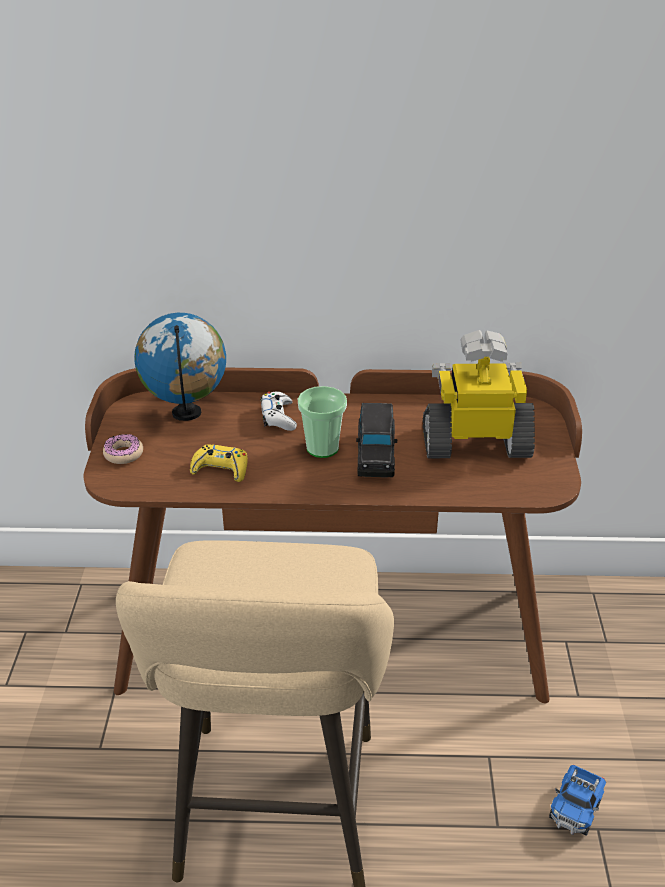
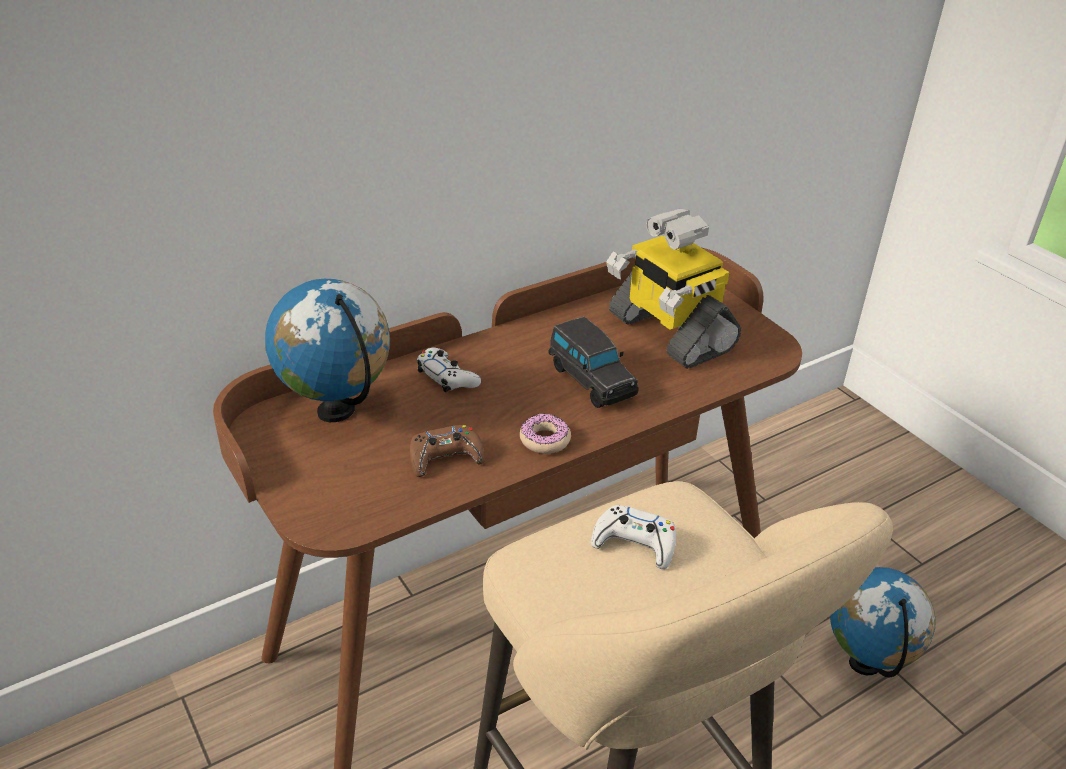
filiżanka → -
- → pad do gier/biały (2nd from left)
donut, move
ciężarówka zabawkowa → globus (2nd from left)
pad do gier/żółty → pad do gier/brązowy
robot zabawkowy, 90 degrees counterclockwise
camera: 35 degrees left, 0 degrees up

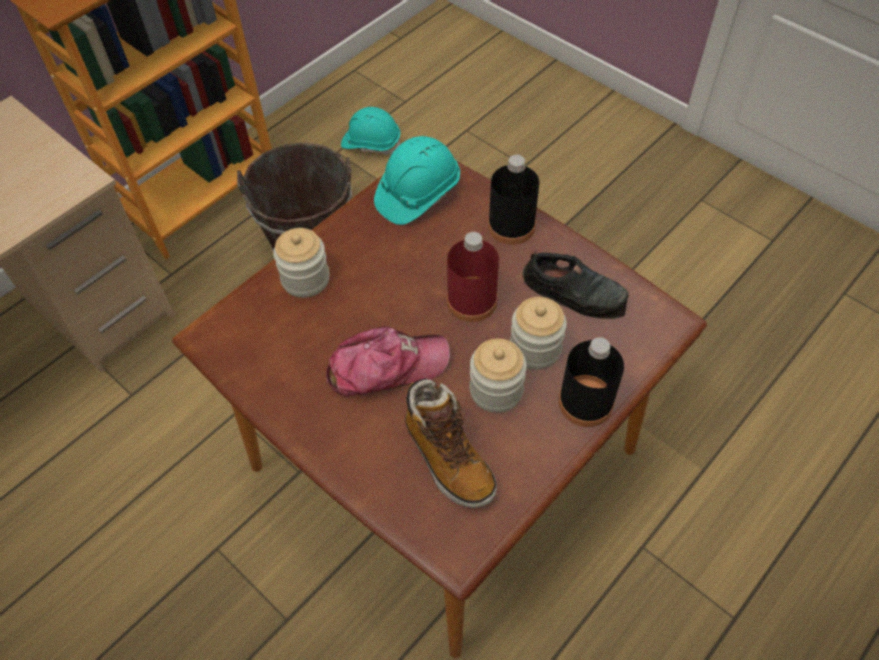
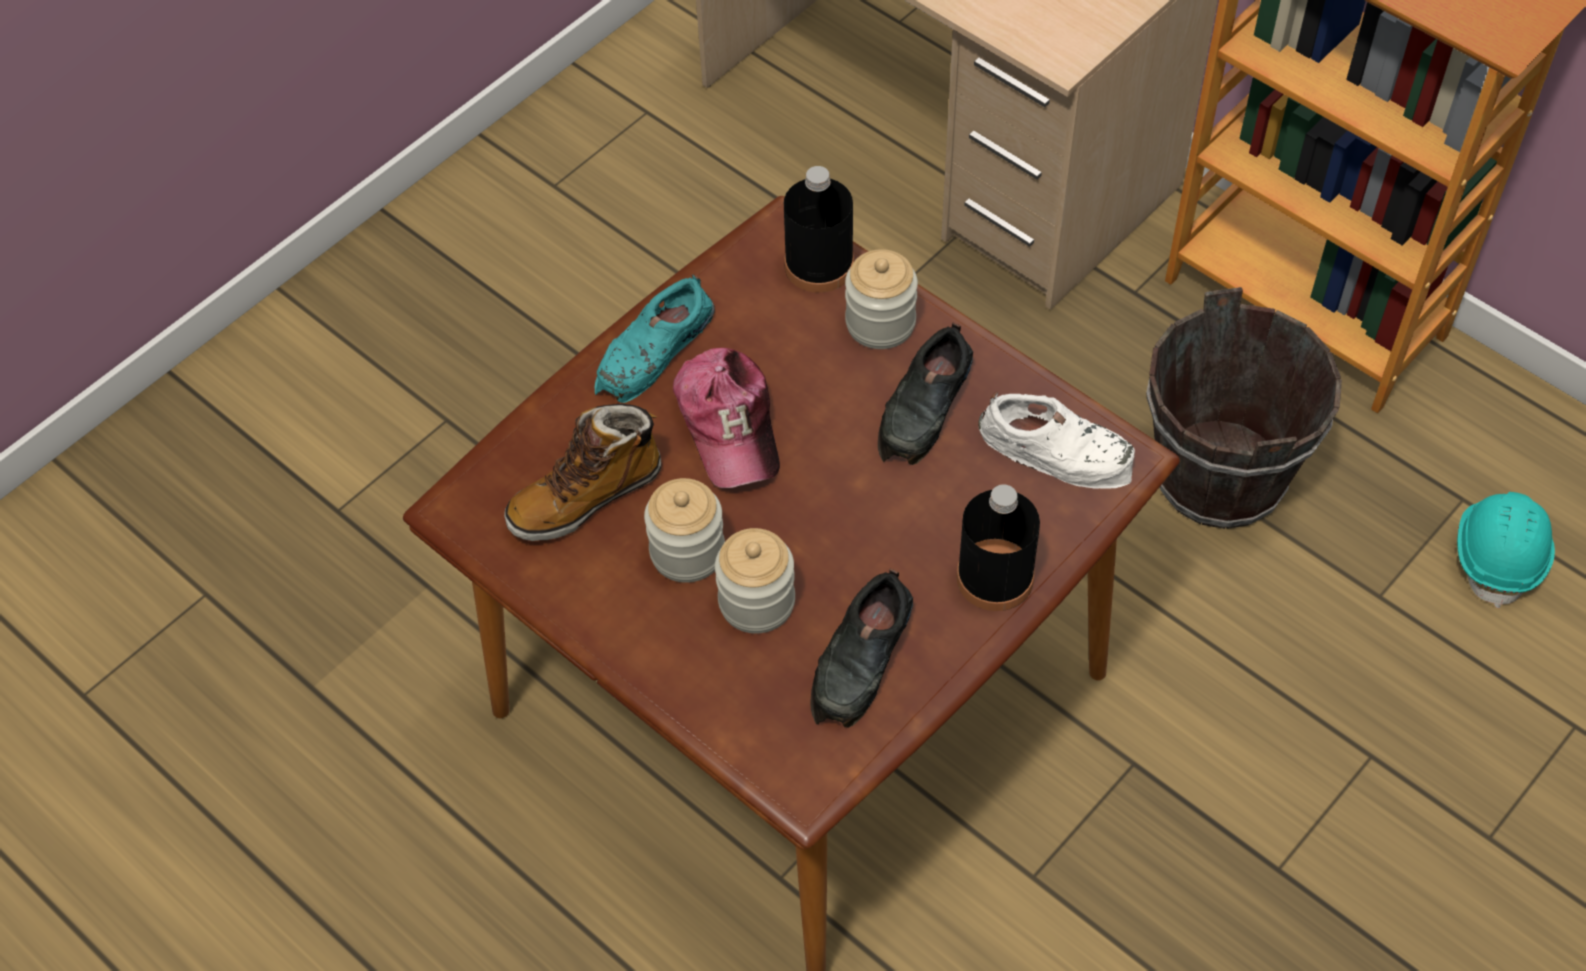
butelka/czerwony → -
- → but/turkusowy
- → but/czarny (2nd from left)
butelka/czarny (2nd from left in the first image) → butelka/czarny (1st from left), move
kask/turkusowy (2nd from left) → but/biały
camera: 90 degrees right, 0 degrees up

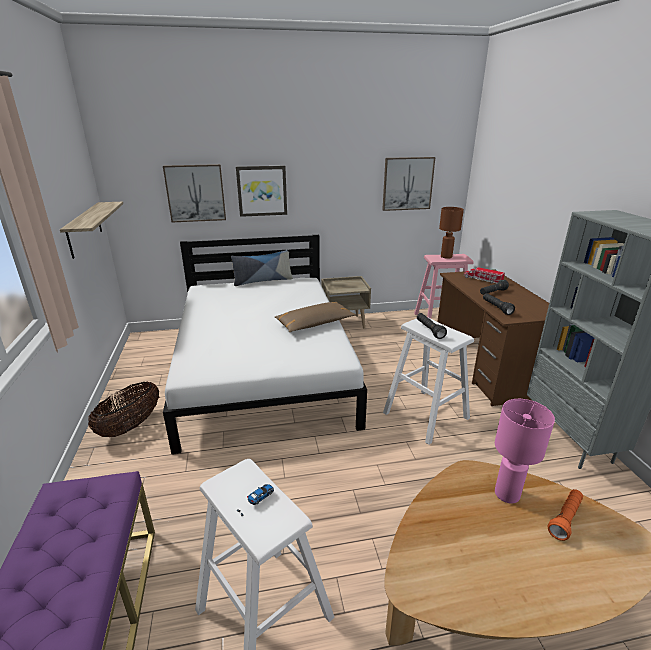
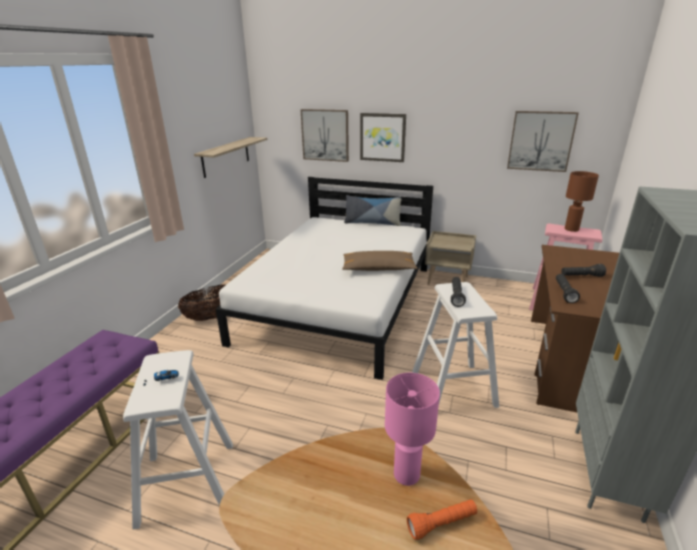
ciężarówka zabawkowa → -
camera: 30 degrees right, 0 degrees up

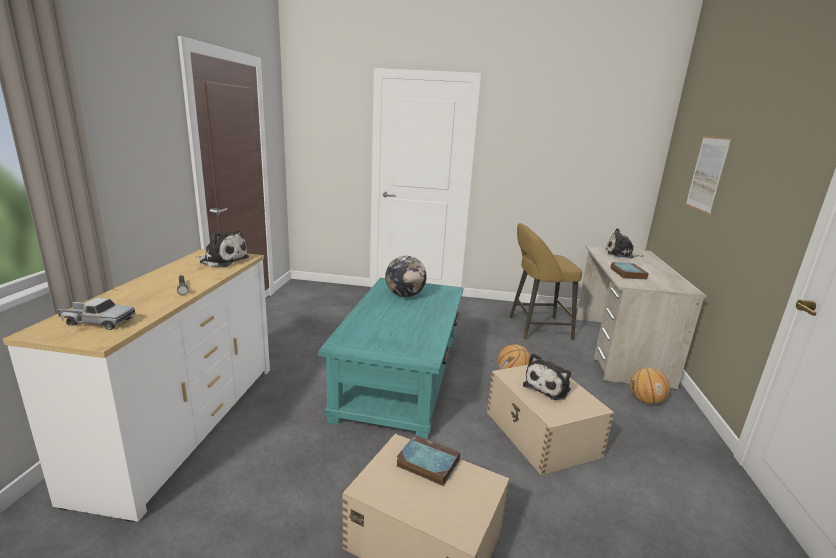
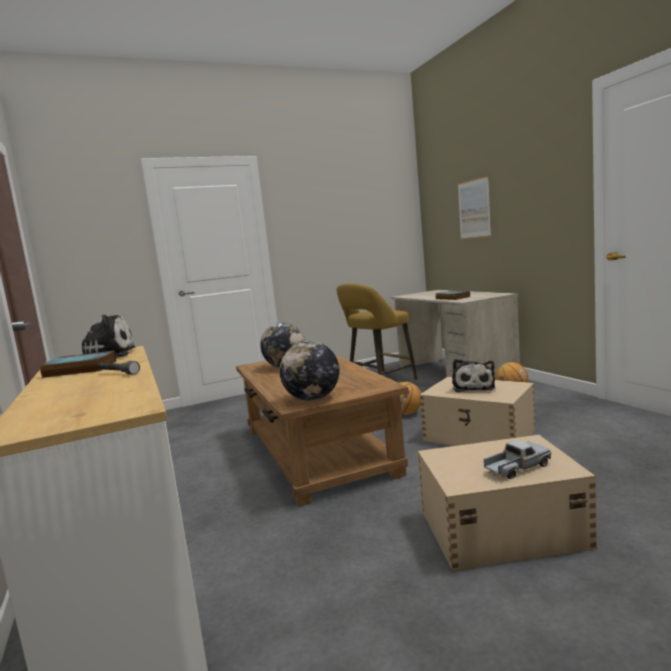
pluszak (3rd from left) → -
- → globus (2nd from left)
ciężarówka zabawkowa, move
książka (1st from left), move
ława/turkusowy → ława/brązowy
camera: 30 degrees left, 10 degrees down

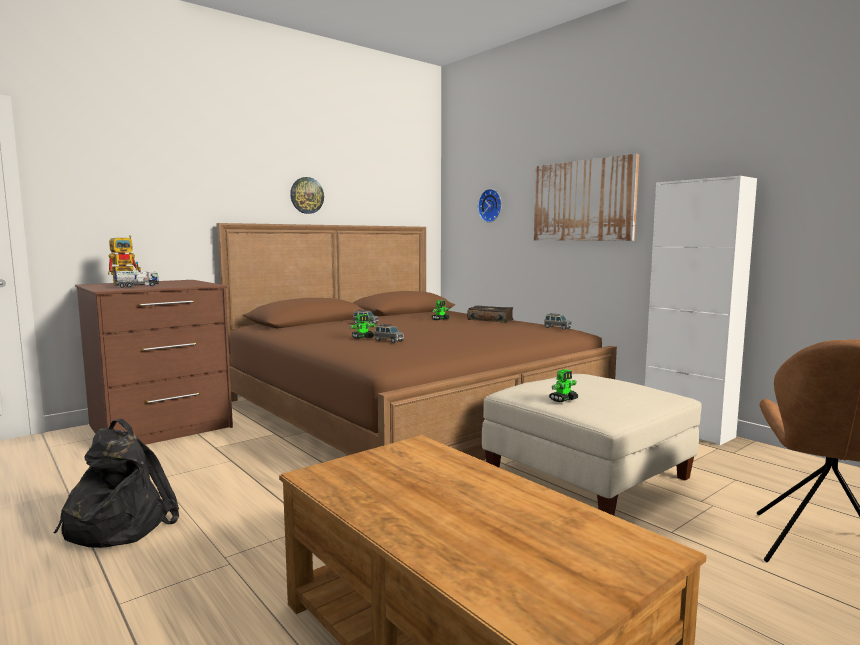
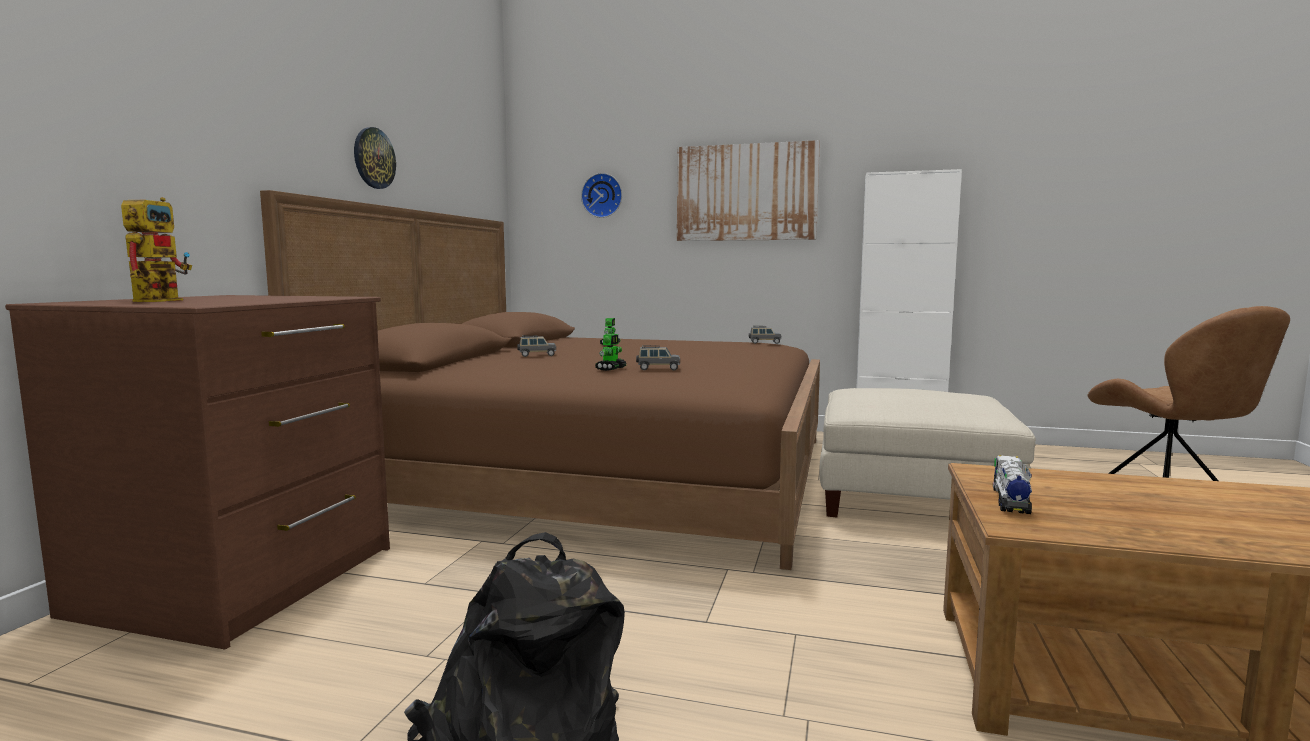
książka → -
robot zabawkowy (4th from left) → -
ciężarówka zabawkowa, move
camera: 35 degrees left, 0 degrees up

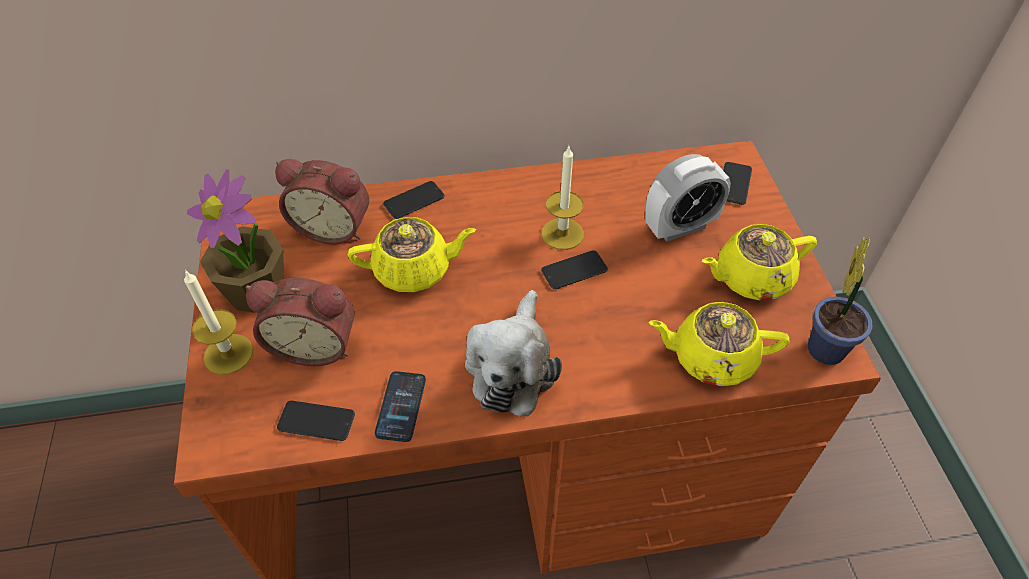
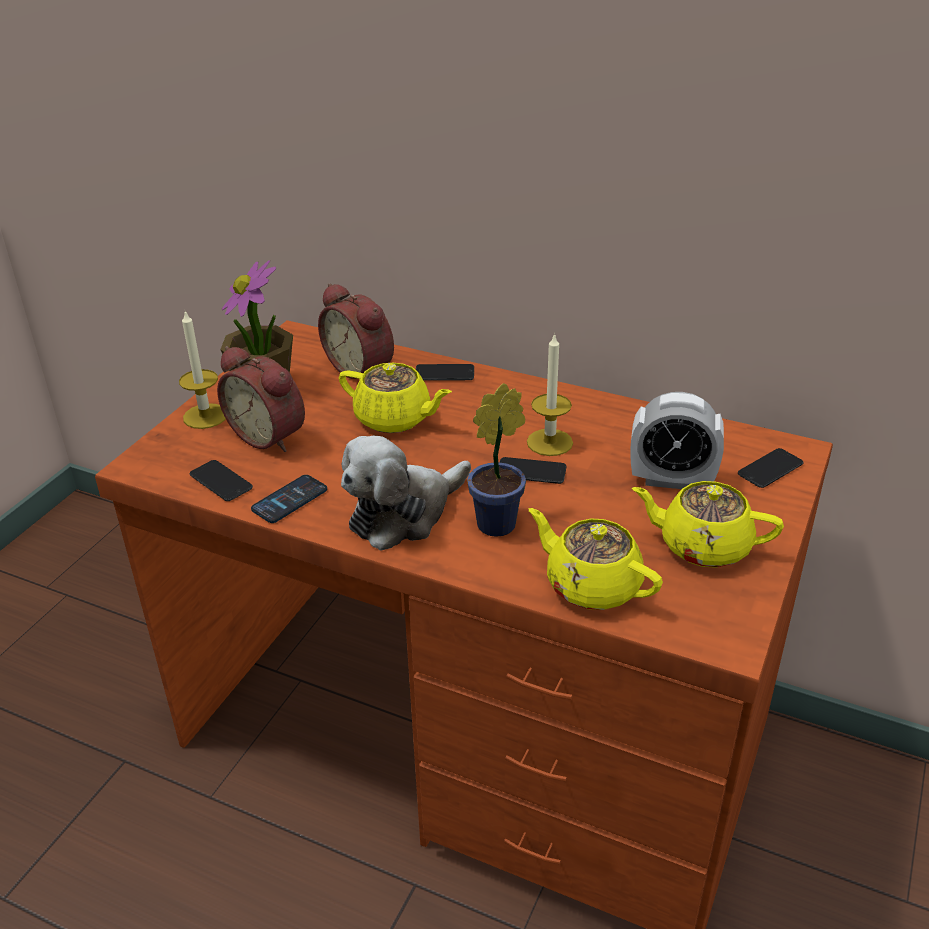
roślina doniczkowa (2nd from left), move
camera: 35 degrees right, 15 degrees down

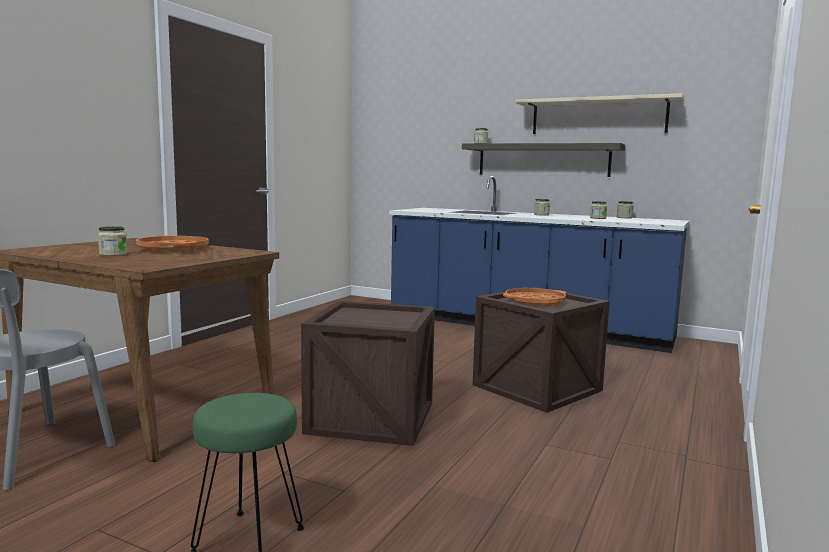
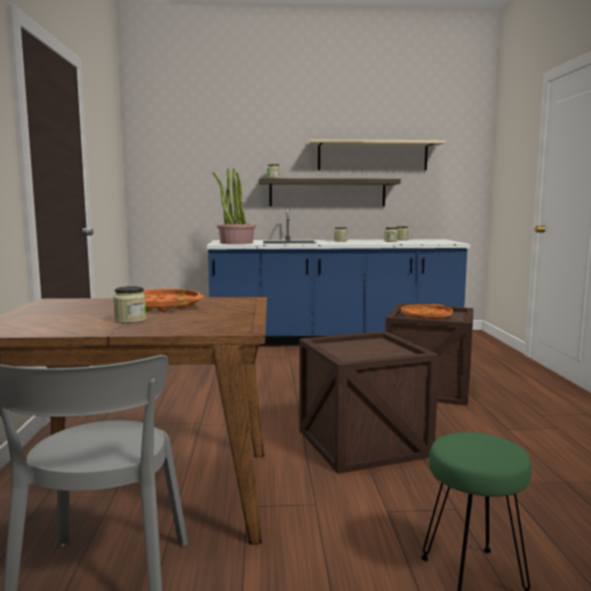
- → roślina doniczkowa
camera: 30 degrees left, 0 degrees up

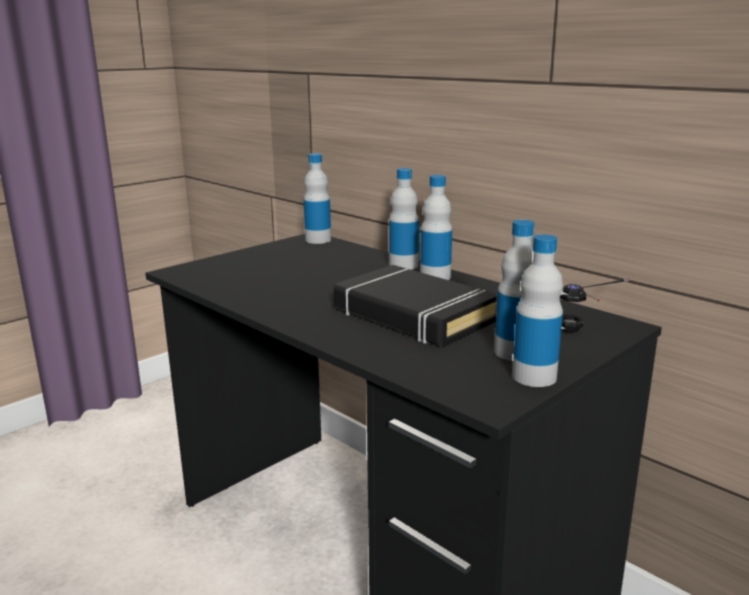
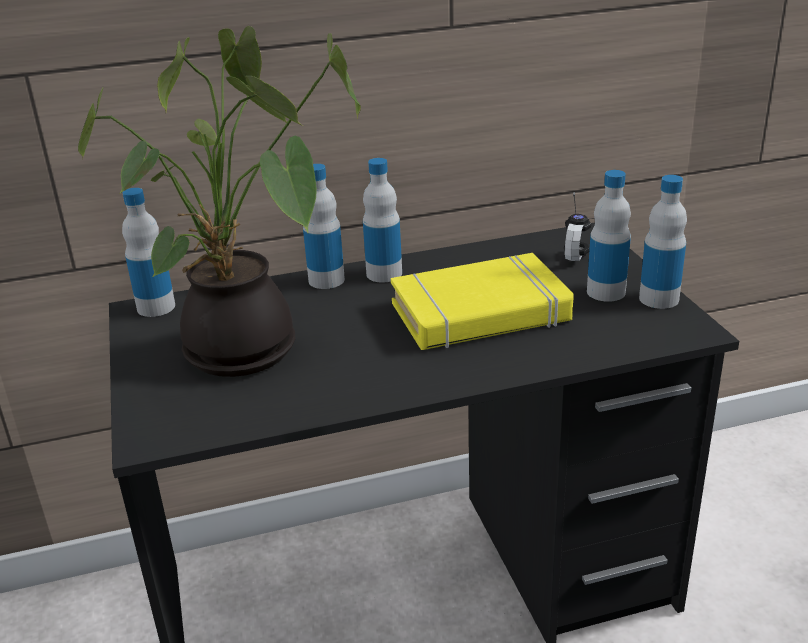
- → roślina doniczkowa
książka/czarny → książka/żółty
camera: 60 degrees left, 10 degrees up

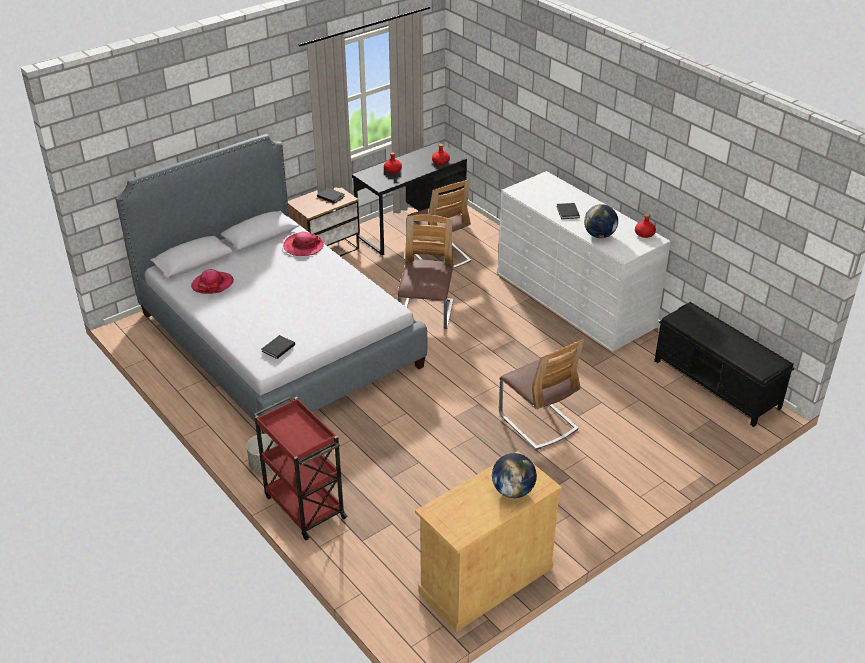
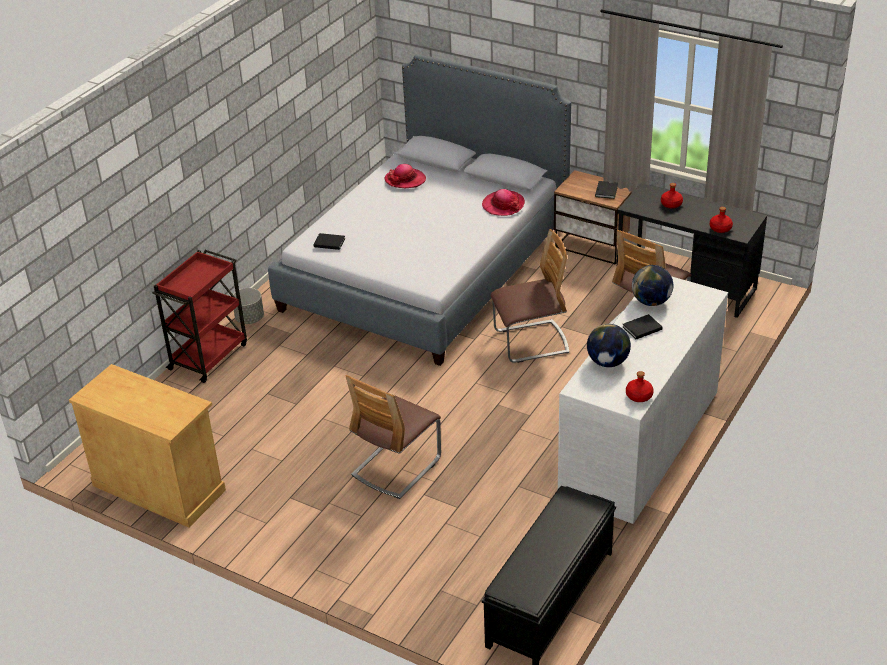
globus (1st from left in the first image) → globus (2nd from left), move
camera: 70 degrees right, 0 degrees up

